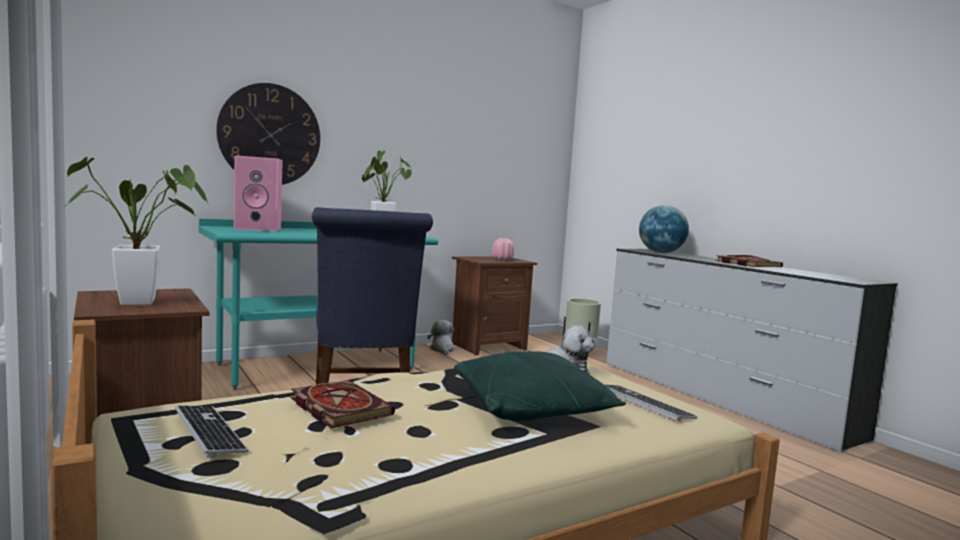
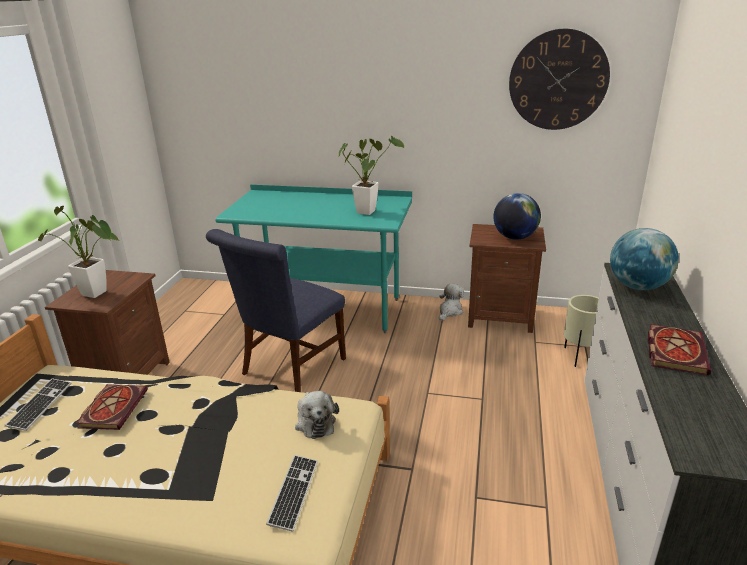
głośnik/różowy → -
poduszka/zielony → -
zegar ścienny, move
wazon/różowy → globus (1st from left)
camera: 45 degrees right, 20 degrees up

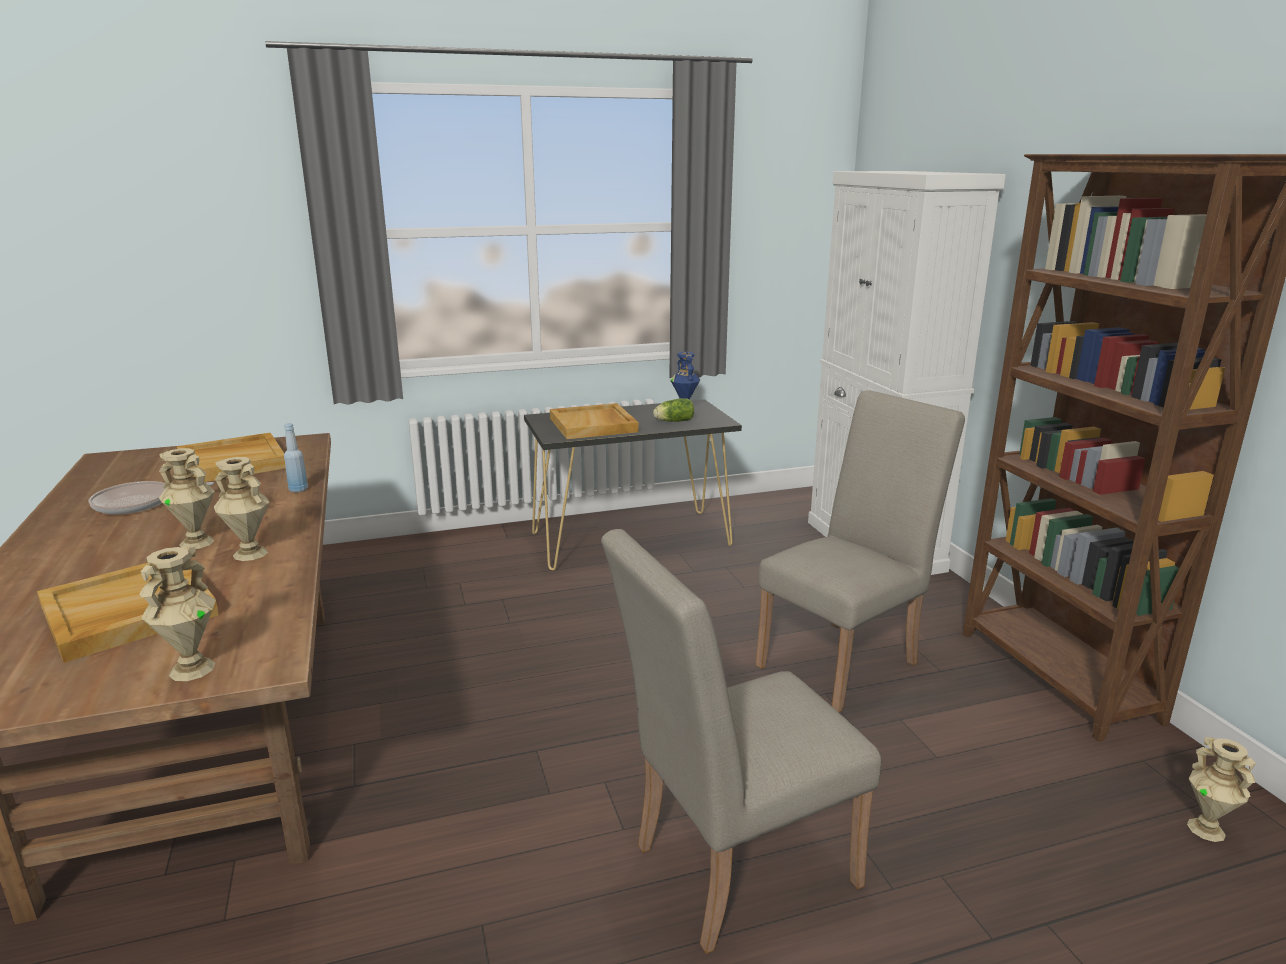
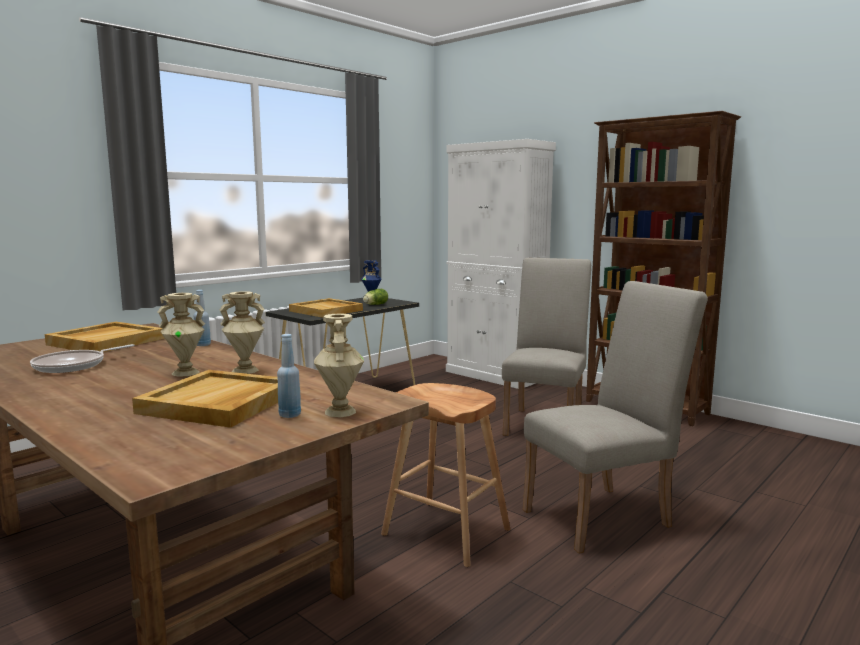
wazon/beżowy (4th from left) → -
- → butelka/niebieski (2nd from left)
- → stołek/brązowy
krzesło/beżowy (1st from left in the first image) → krzesło/beżowy (2nd from left), 150 degrees counterclockwise
camera: 30 degrees left, 10 degrees down

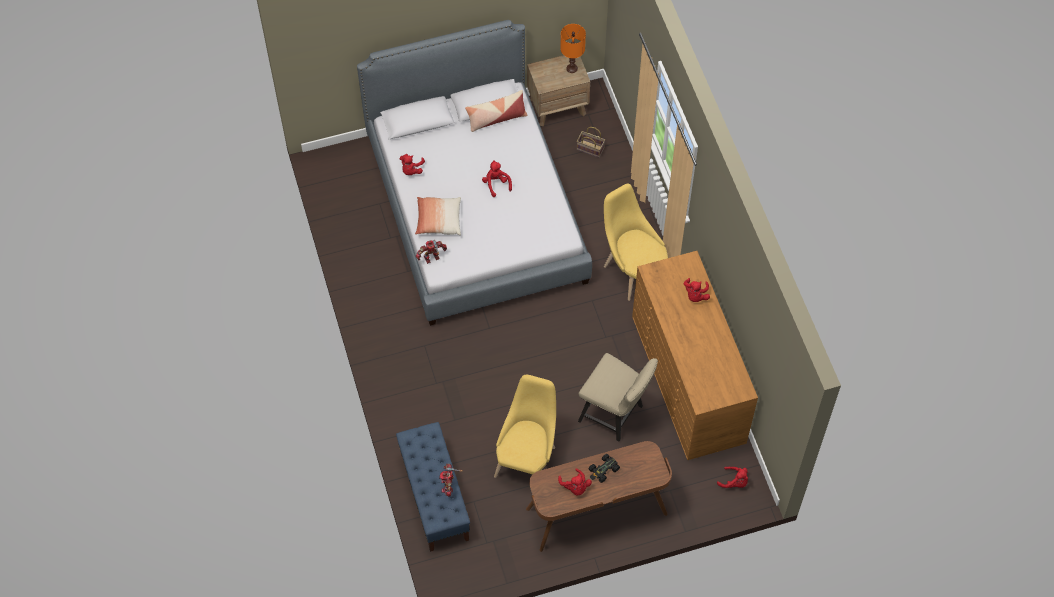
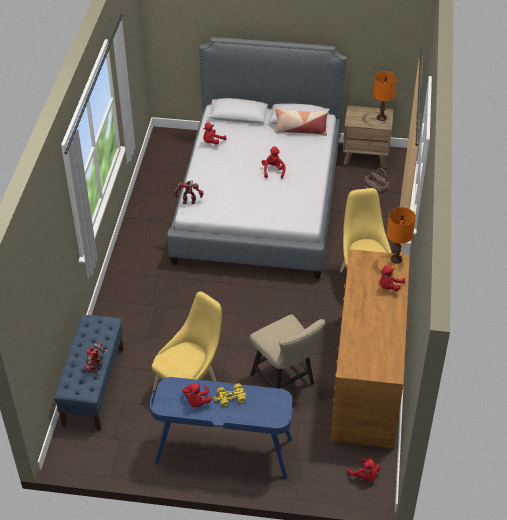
poduszka (1st from left) → -
- → lampa stołowa/pomarańczowy (2nd from left)
biurko/brązowy → biurko/niebieski
samochodzik/czarny → samochodzik/żółty
camera: 25 degrees right, 15 degrees down

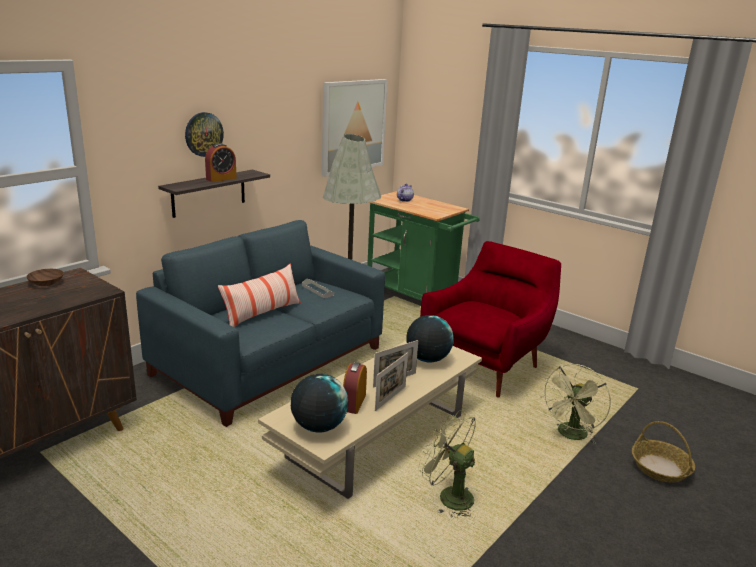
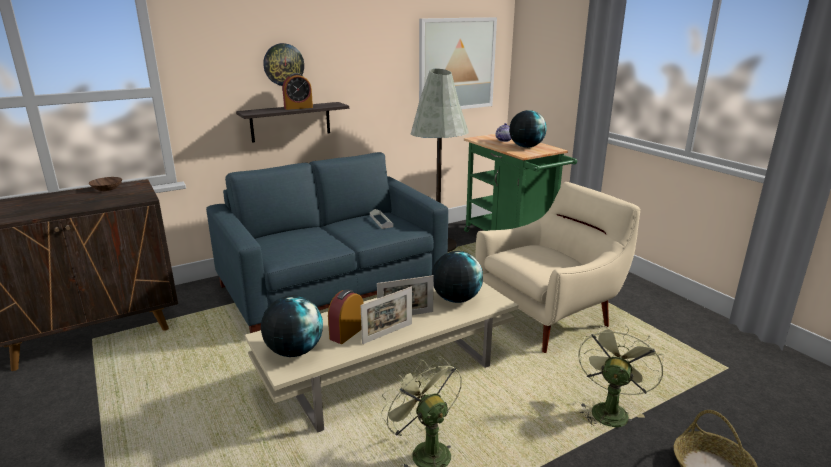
poduszka → -
- → globus (3rd from left)
fotel/czerwony → fotel/beżowy
wentylator/zielony (2nd from left), 150 degrees clockwise
camera: 20 degrees right, 0 degrees up

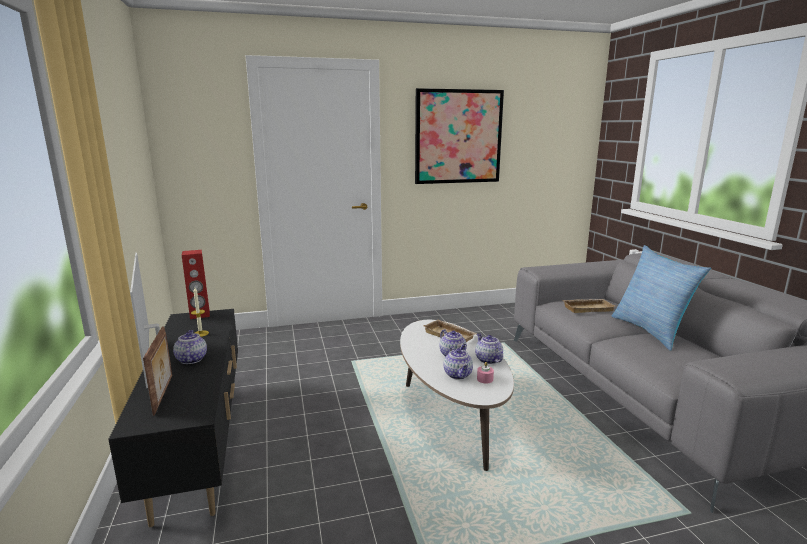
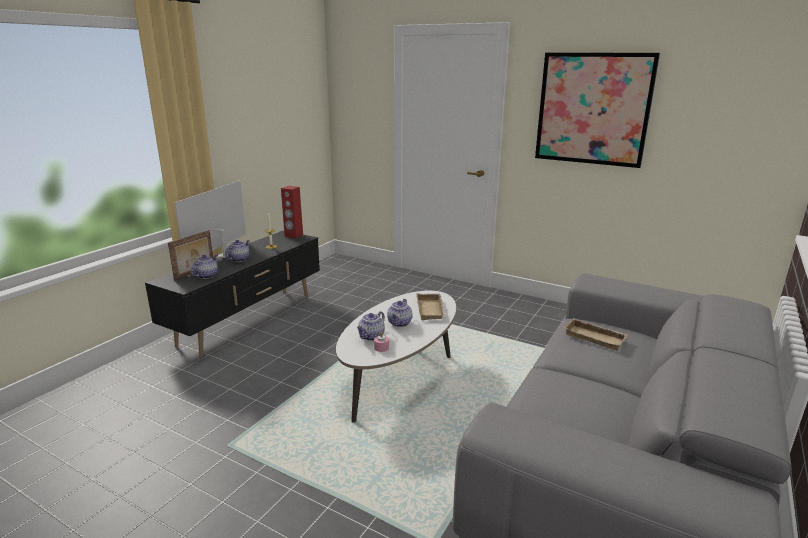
poduszka → -
imbryk (4th from left in the first image) → imbryk (1st from left), move
camera: 45 degrees right, 5 degrees up

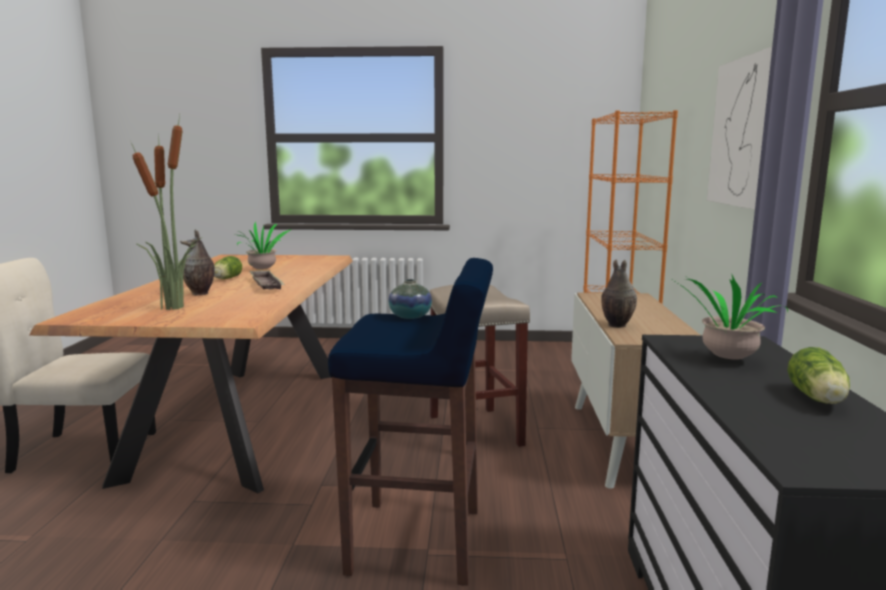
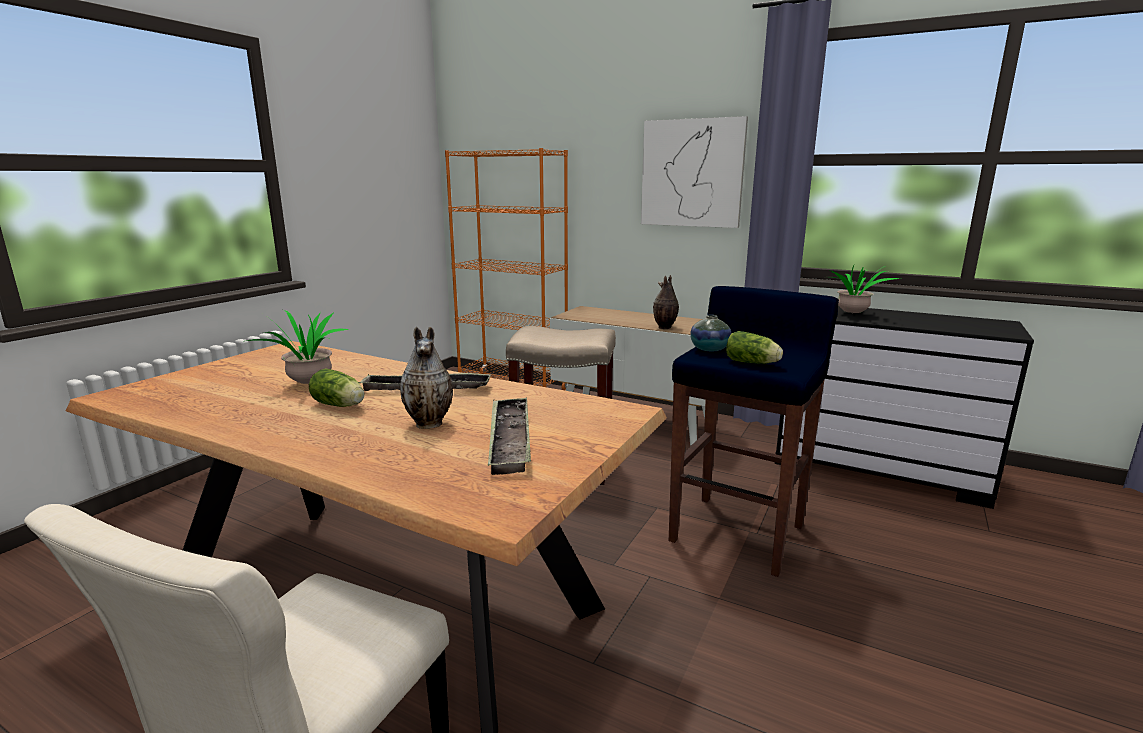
sałata (2nd from left), move
roślina doniczkowa (1st from left) → taca (2nd from left)
camera: 65 degrees left, 5 degrees up

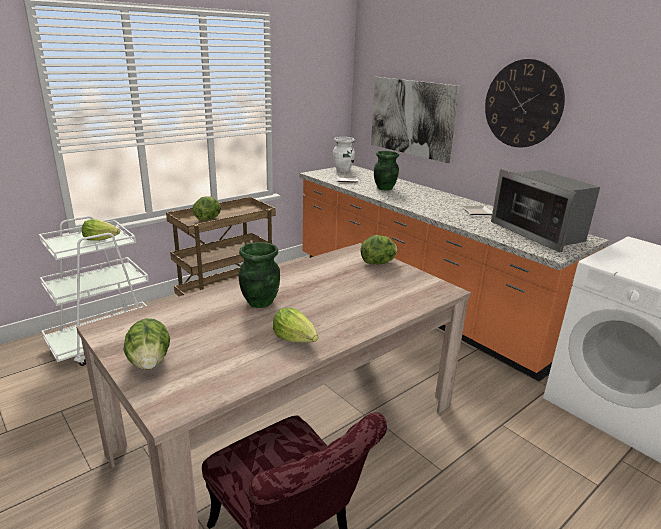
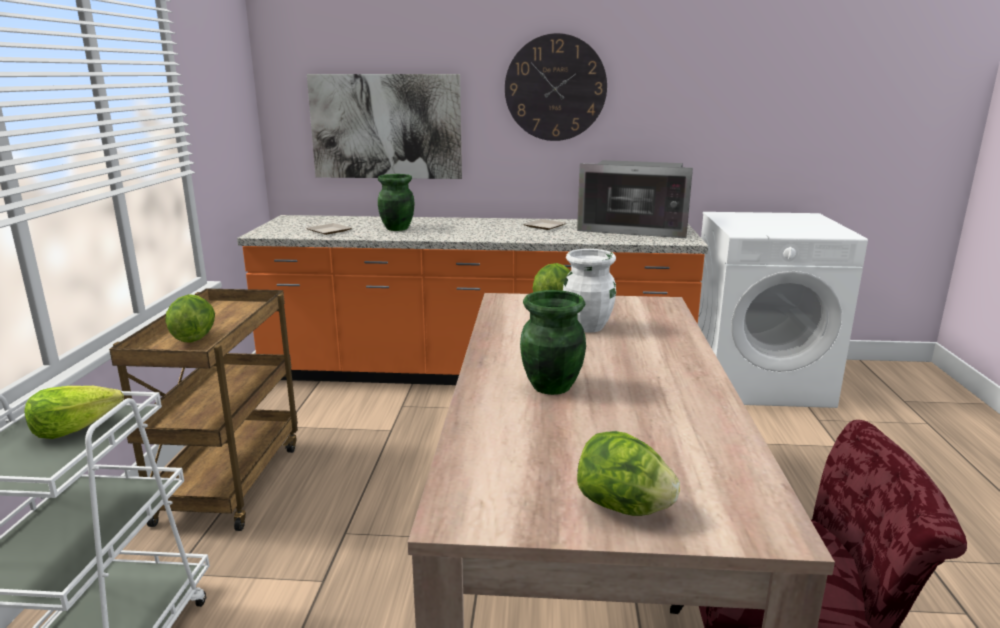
sałata (4th from left) → -
wazon/biały, move
camera: 45 degrees left, 5 degrees down

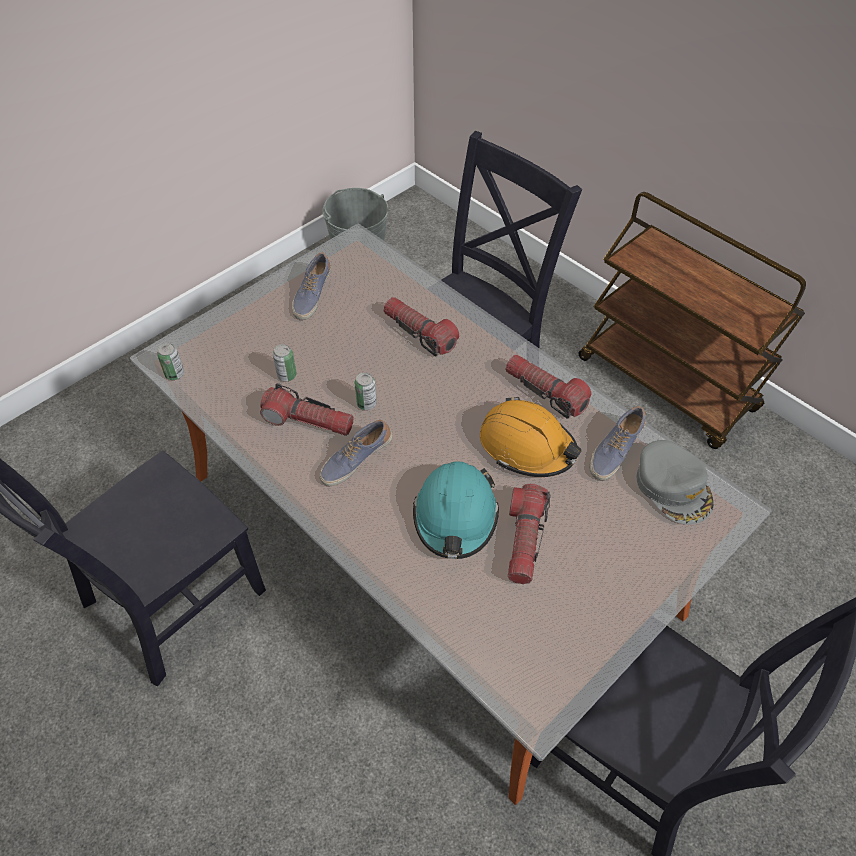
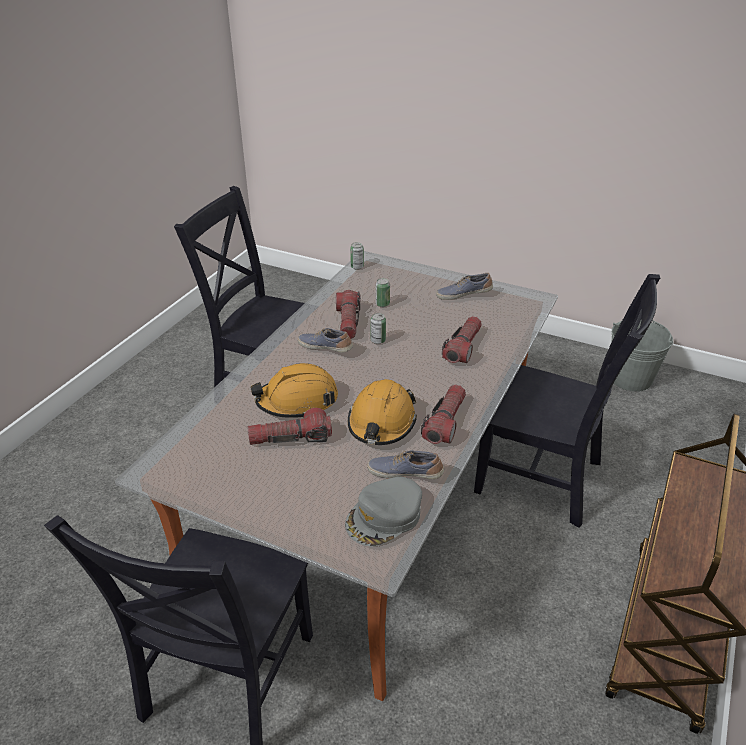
kask/turkusowy → kask/pomarańczowy (1st from left)
camera: 70 degrees right, 15 degrees down

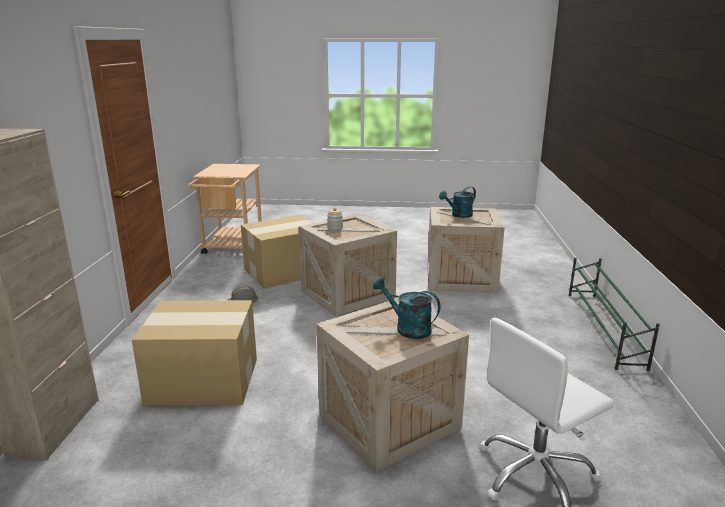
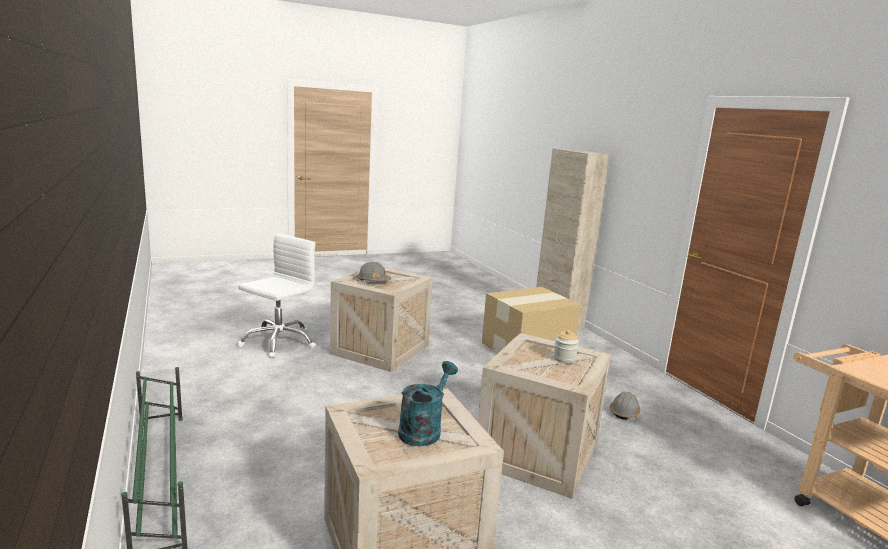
karton (2nd from left) → -
konewka/turkusowy (1st from left) → kask/szary (1st from left)
camera: 150 degrees right, 5 degrees down

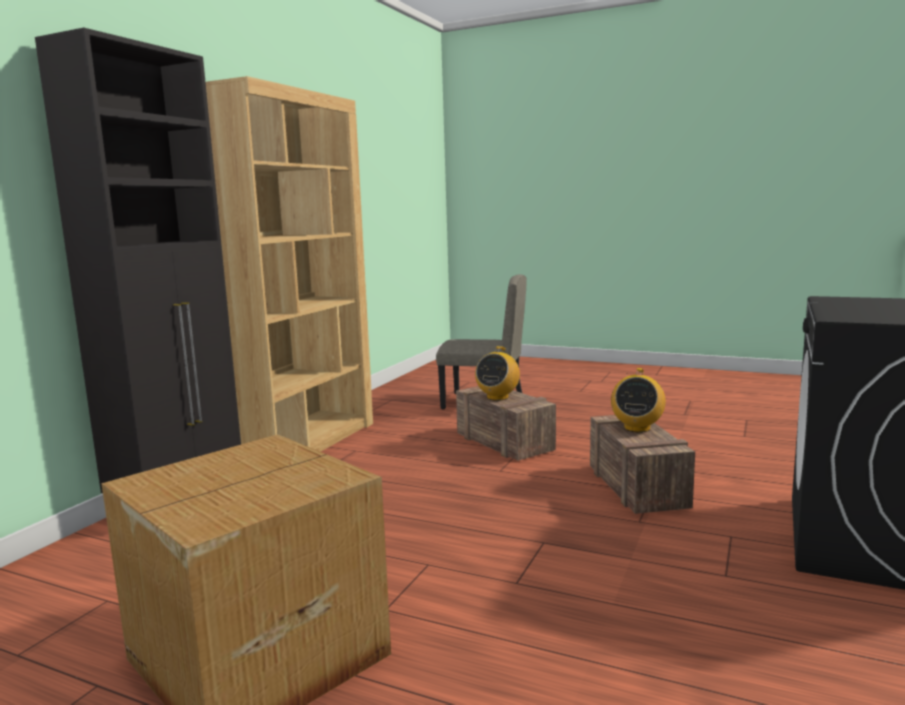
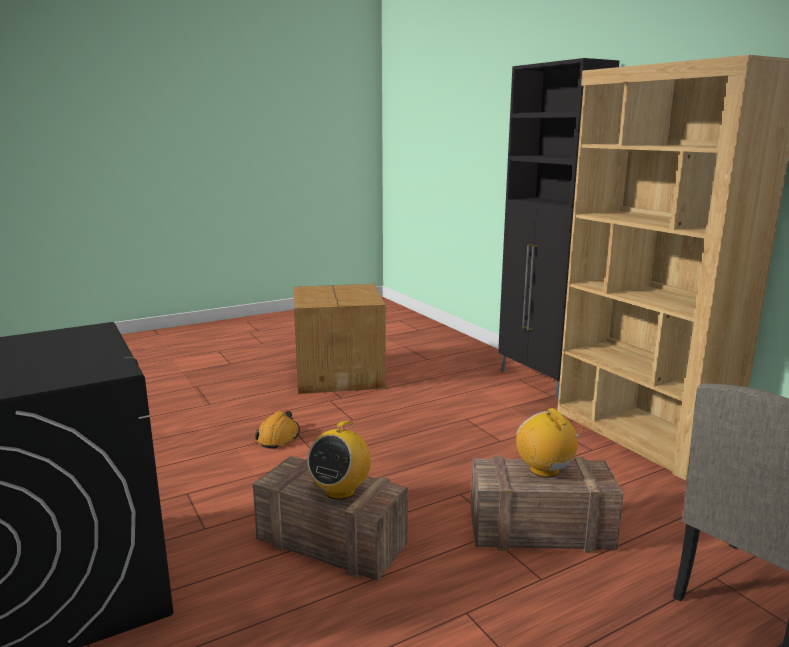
- → kask/pomarańczowy
radio (2nd from left in the first image) → radio (1st from left), 120 degrees counterclockwise
camera: 125 degrees right, 5 degrees up

